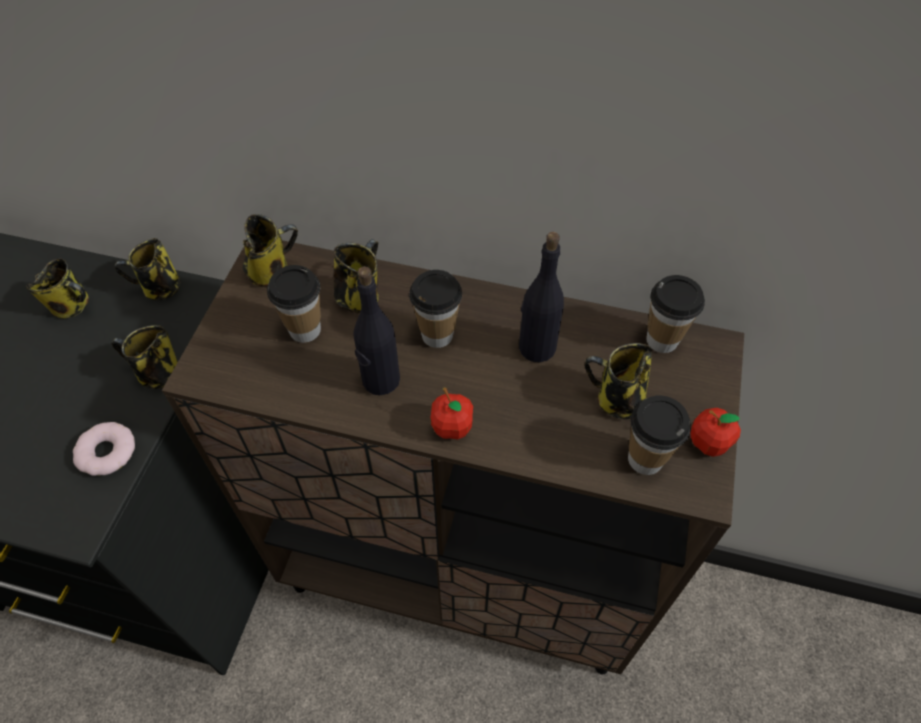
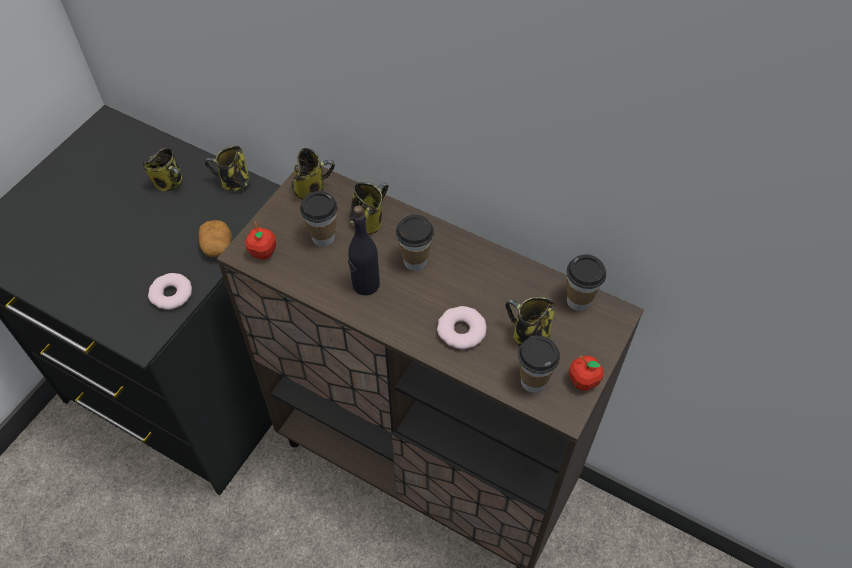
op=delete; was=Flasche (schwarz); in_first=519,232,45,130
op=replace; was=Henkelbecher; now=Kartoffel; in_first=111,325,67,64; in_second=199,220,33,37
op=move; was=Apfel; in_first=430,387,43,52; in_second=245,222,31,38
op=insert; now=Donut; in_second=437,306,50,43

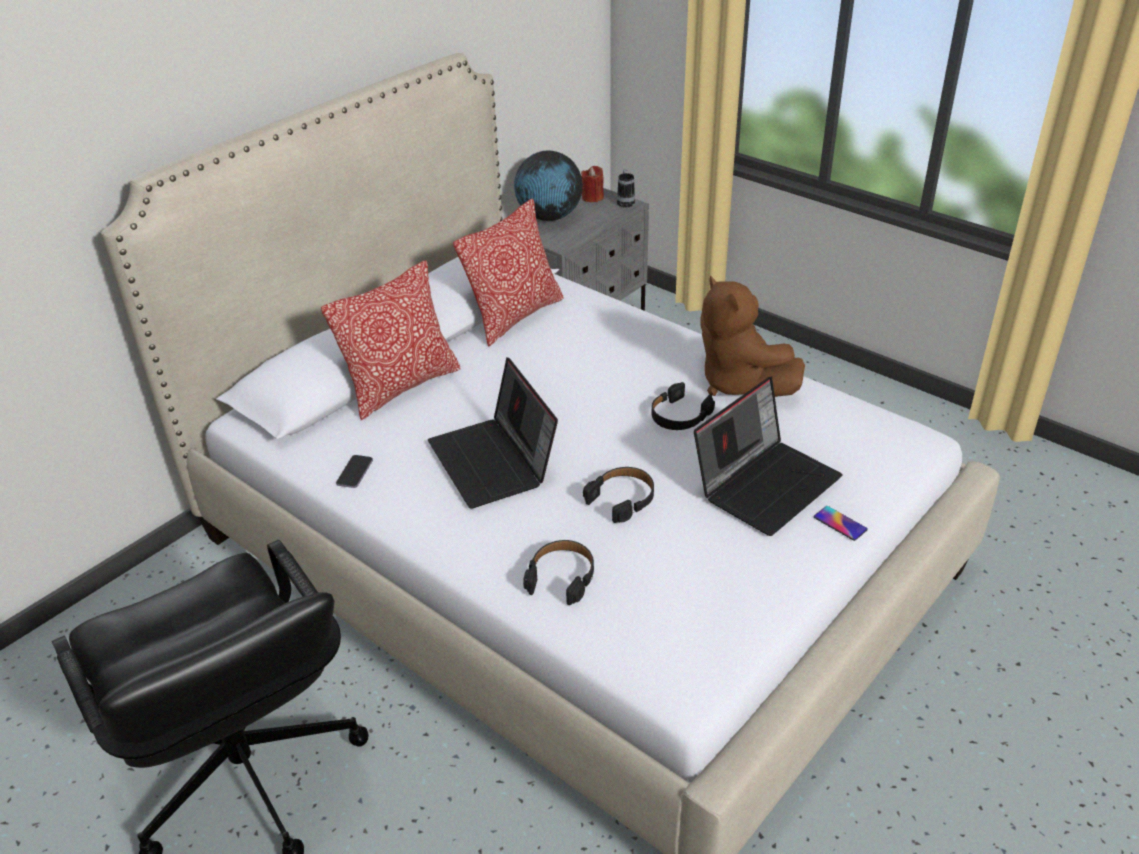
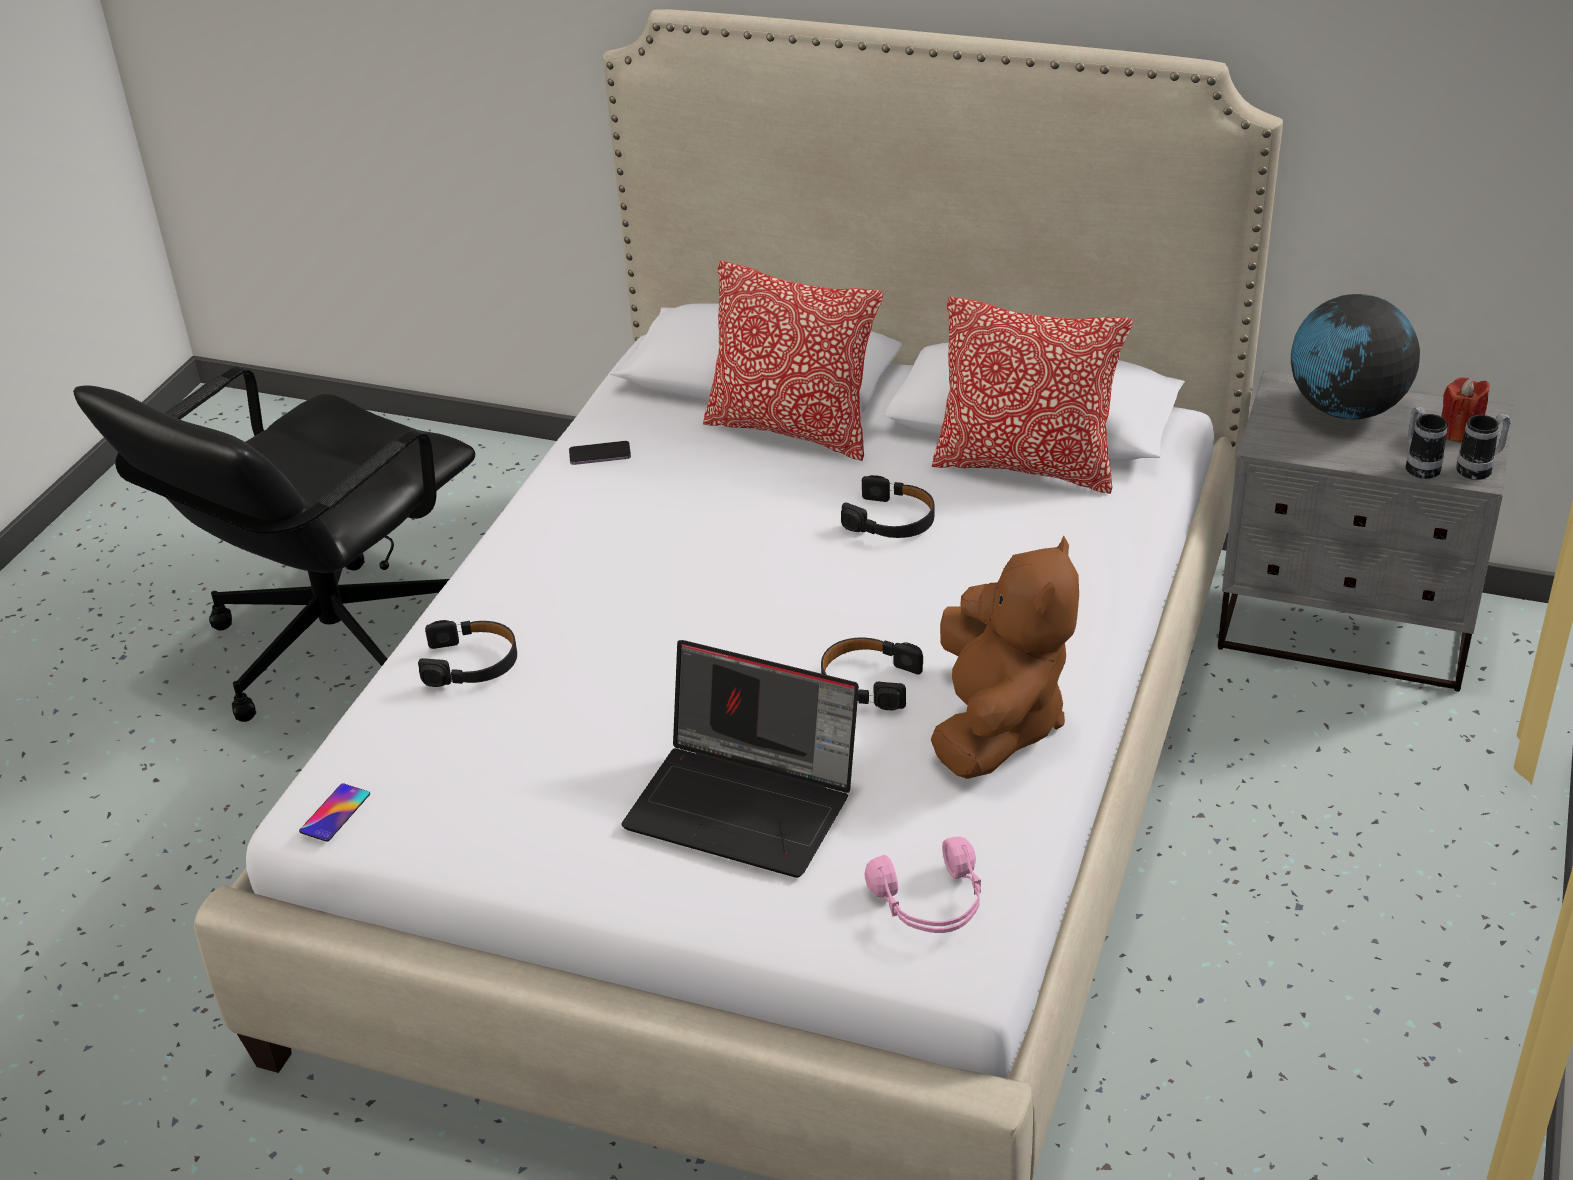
op=rotate; was=Plüschtier (braun); in_first=700,275,105,122; in_second=931,536,148,243; clockwise=150
op=delete; was=Laptop; in_first=428,357,130,152
op=move; was=Kopfhörer (schwarz); in_first=583,467,71,56; in_second=841,475,93,63
op=move; was=Handy; in_first=814,506,54,35; in_second=299,783,71,59
op=insert; now=Henkelbecher; in_second=1406,406,42,73
op=insert; now=Kopfhörer (rosa); in_second=865,837,116,96

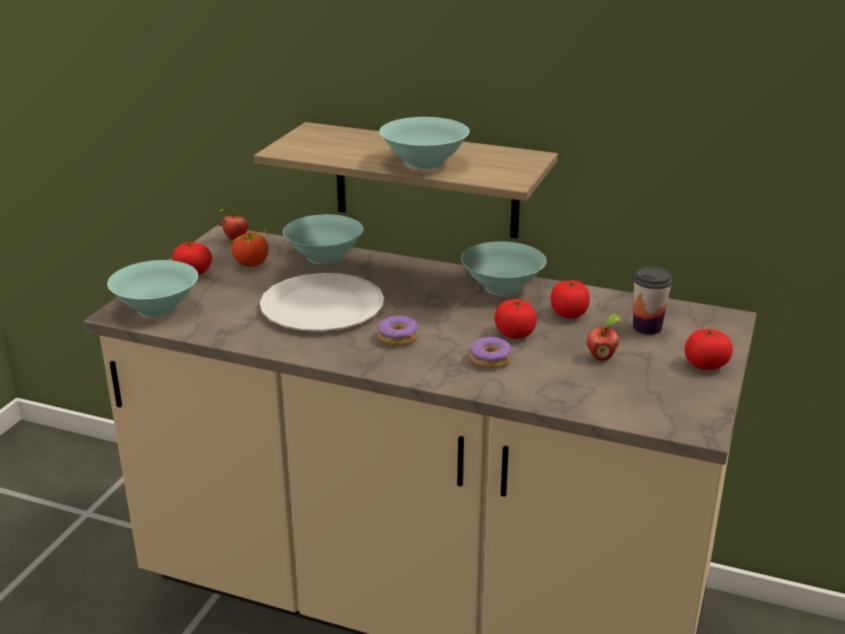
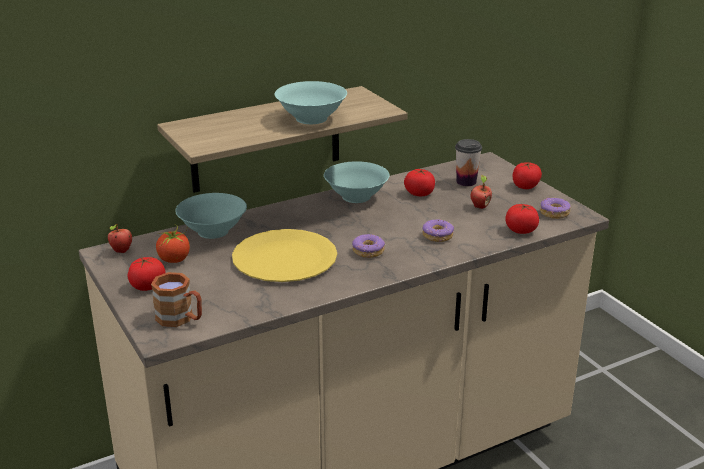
op=replace; was=Schüssel (türkis); now=Henkelbecher (braun); in_first=107,260,91,57; in_second=151,272,51,55
op=recolor; was=Teller (weiß); now=Teller (gelb); in_first=260,273,124,58; in_second=232,229,105,53
op=move; was=Tomate; in_first=495,299,42,40; in_second=505,204,34,30
op=insert; now=Donut; in_second=540,198,31,21

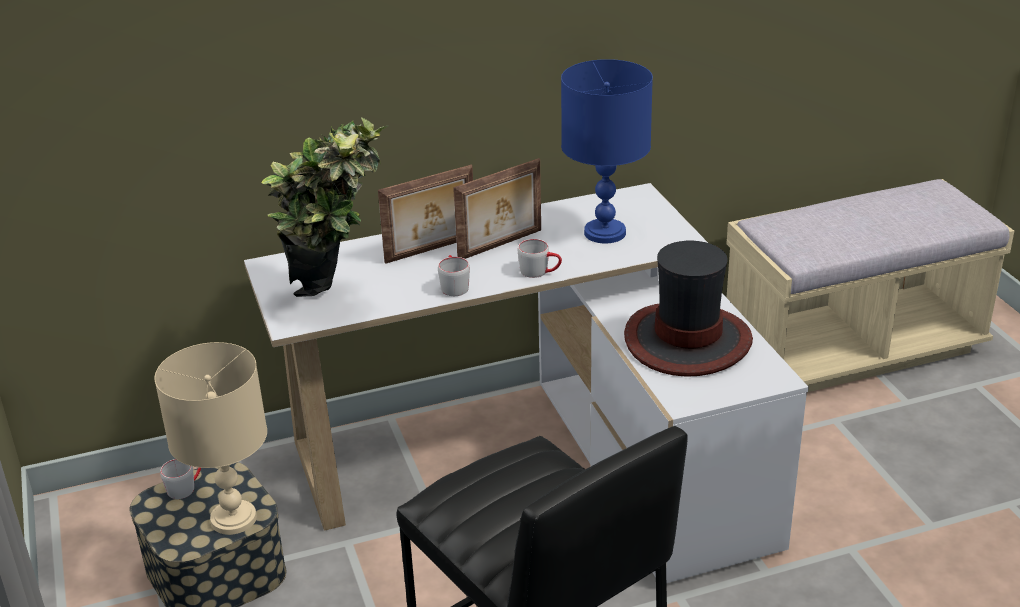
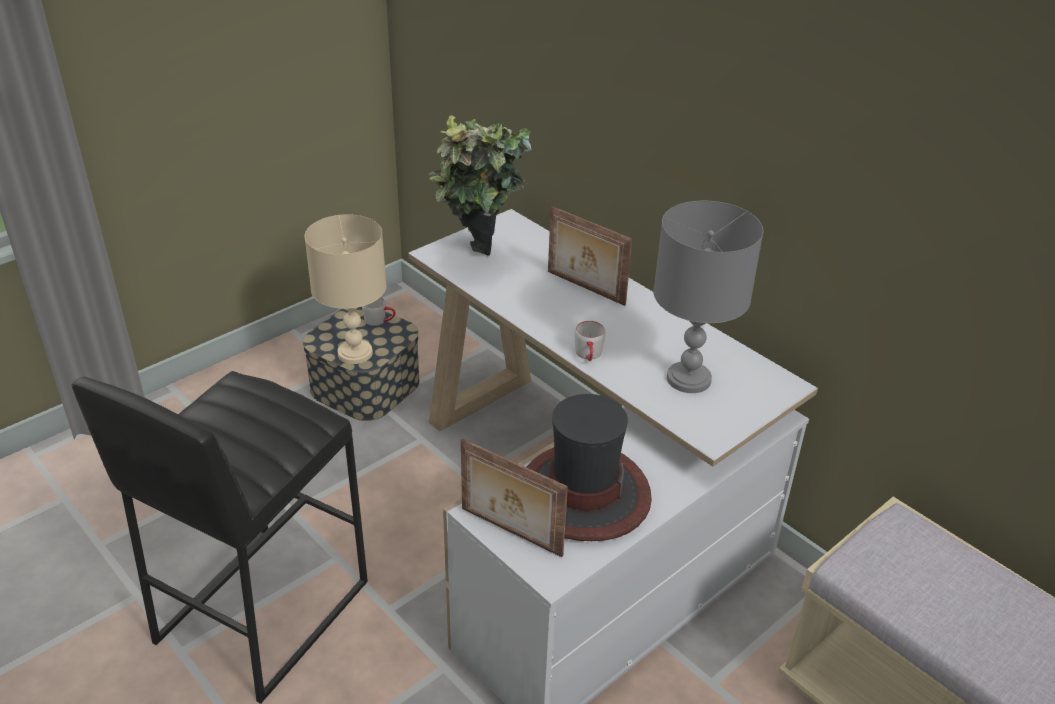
op=recolor; was=Tischlampe (blau); now=Tischlampe (grau); in_first=561,59,92,184; in_second=653,201,110,192
op=move; was=Bilderrahmen; in_first=453,158,88,101; in_second=461,438,107,119
op=delete; was=Henkelbecher (grau); in_first=438,255,32,41

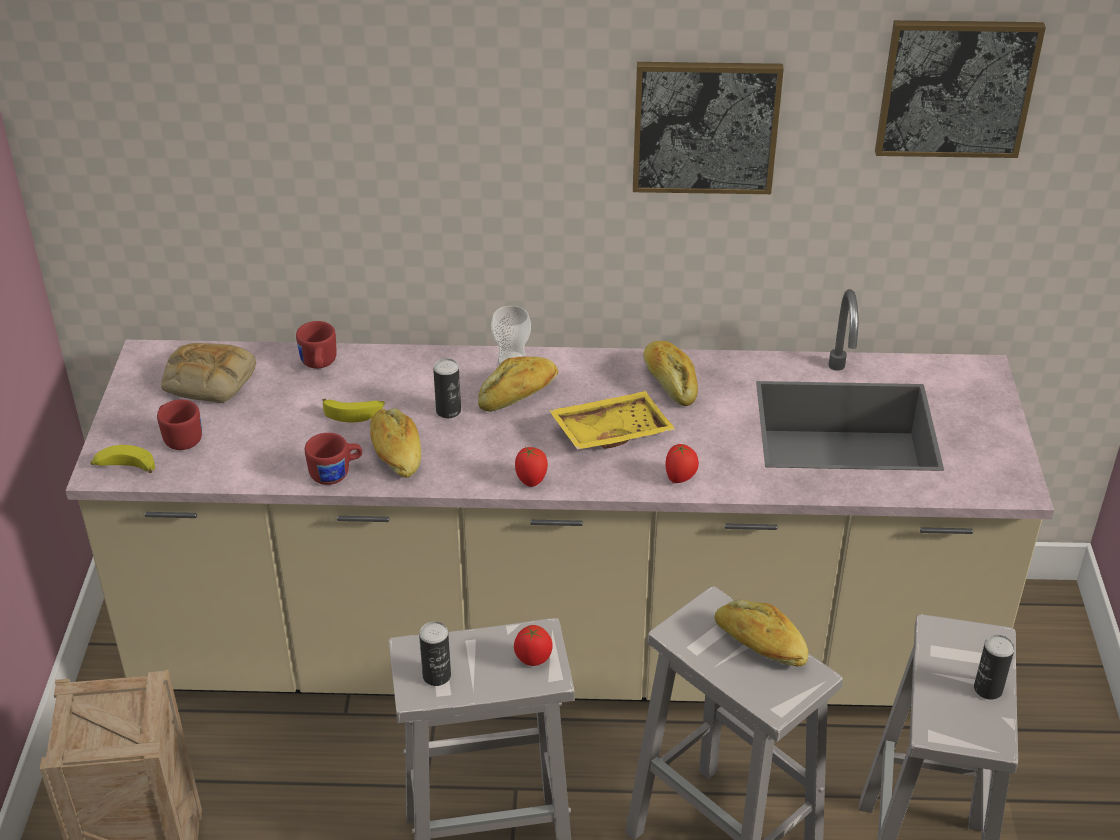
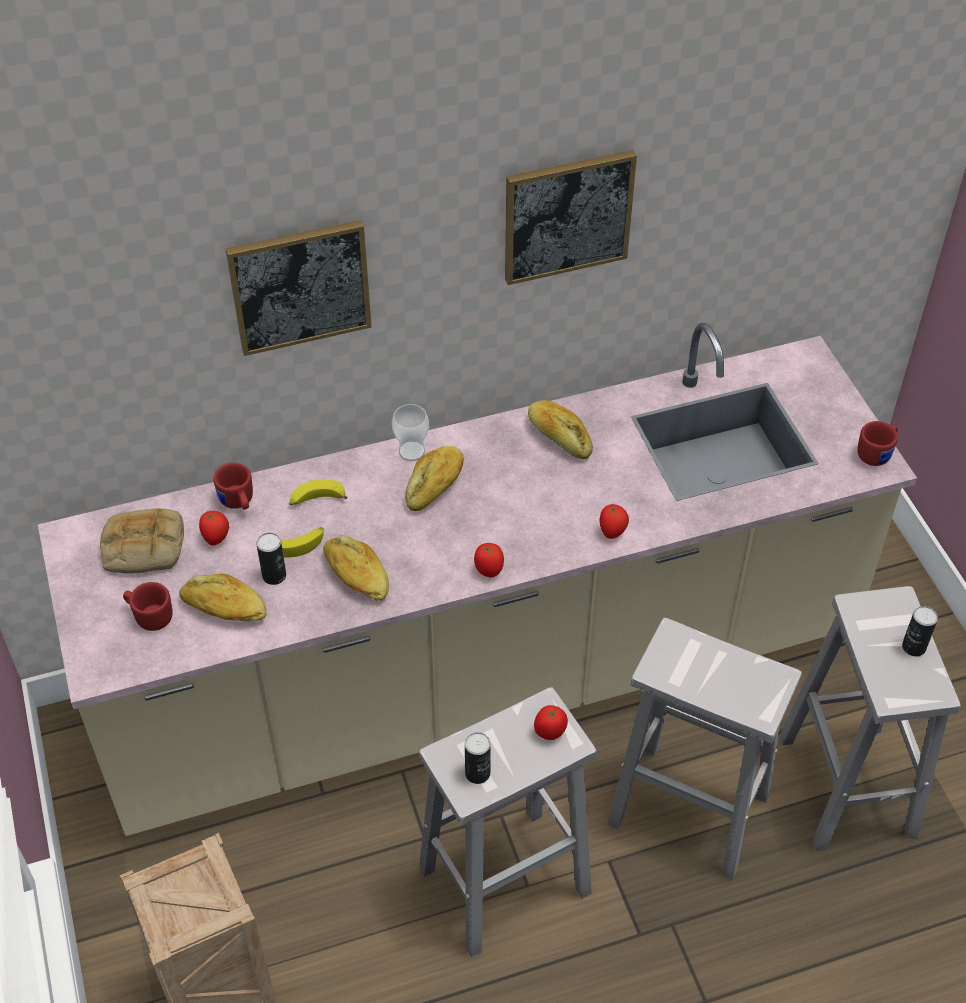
op=move; was=Bild; in_first=875,20,171,138; in_second=226,220,146,136
op=move; was=Dose; in_first=433,359,28,59; in_second=256,533,30,52
op=delete; was=Tablett (gelb); in_first=549,391,127,59
op=move; was=Henkelbecher (rot); in_first=305,433,57,52; in_second=857,421,41,45
op=move; was=Banane; in_first=90,445,65,28; in_second=289,479,59,26
op=move; was=Brot; in_first=714,600,94,66; in_second=179,573,87,49
op=insert; now=Tomate; in_second=199,511,30,35

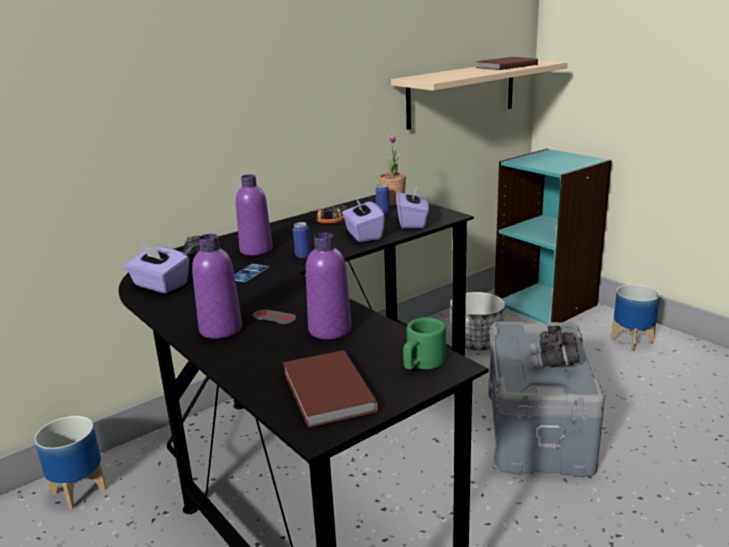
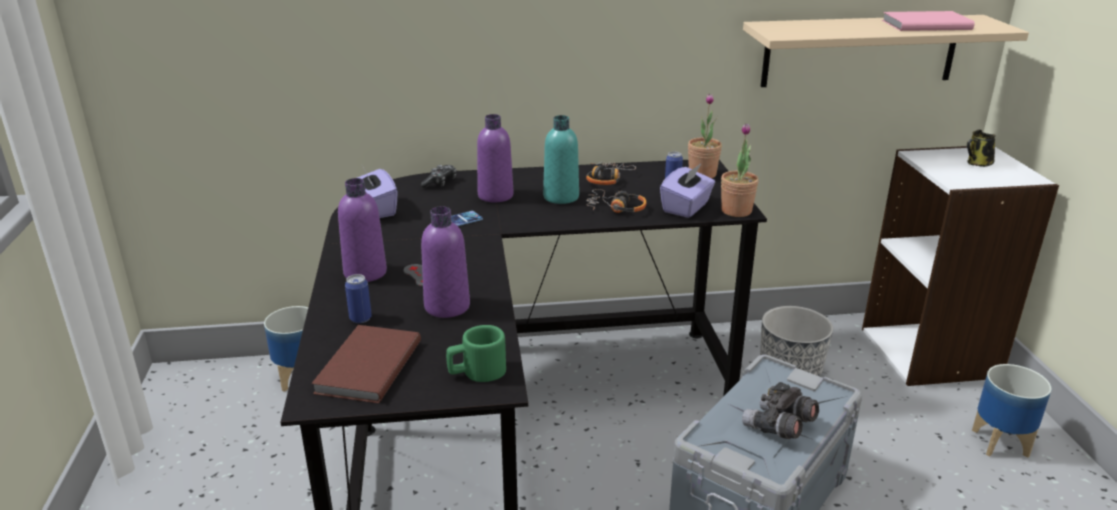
op=recolor; was=Buch (braun); now=Buch (rosa); in_first=476,57,62,13; in_second=882,11,93,20
op=recolor; was=Bücherregal (türkis); now=Bücherregal (weiß); in_first=494,149,118,175; in_second=862,146,197,240
op=replace; was=Taschentuchbox (lila); now=Kopfhörer; in_first=342,197,43,45; in_second=587,189,60,24
op=move; was=Dose; in_first=293,222,18,36; in_second=345,274,27,49
op=insert; now=Flasche (türkis); in_second=543,115,36,89
op=insert; now=Topfpflanze; in_second=721,123,38,94
op=insert; now=Henkelbecher; in_second=967,130,28,37

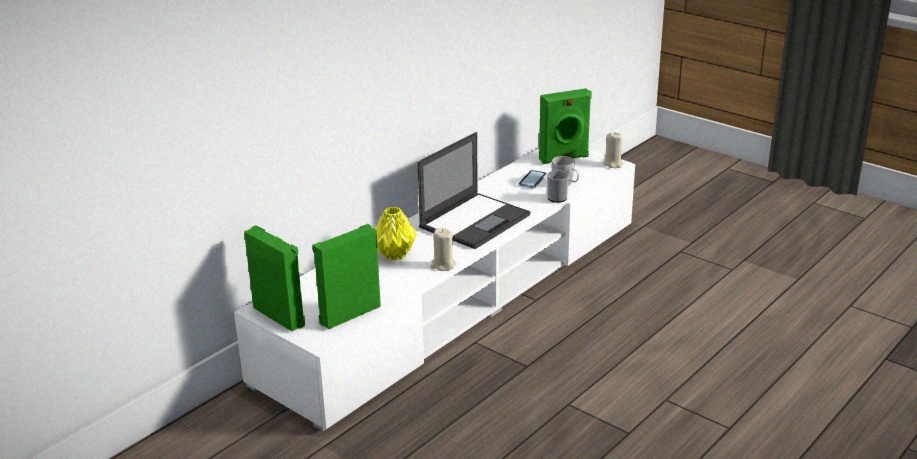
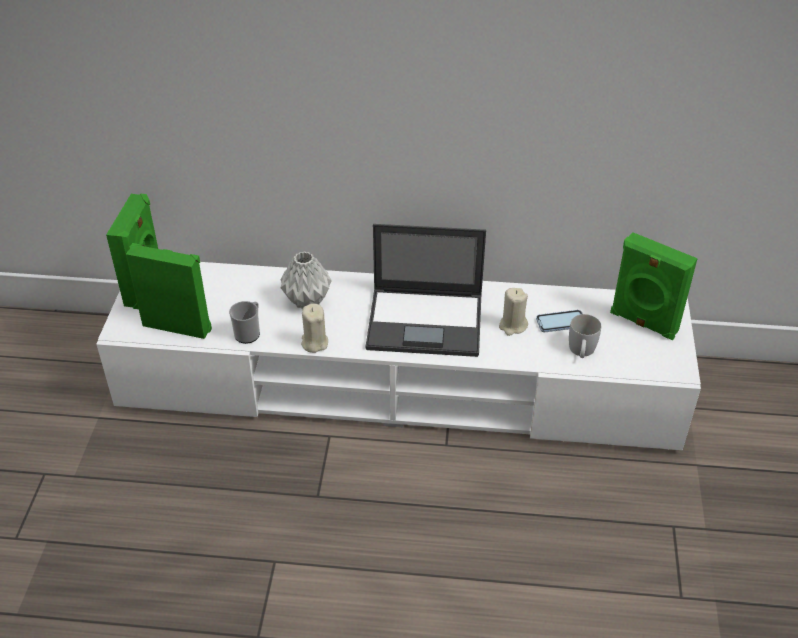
op=move; was=Kerze (beige); in_first=603,133,20,35; in_second=499,288,29,48
op=move; was=Henkelbecher; in_first=547,170,22,33; in_second=229,301,31,43
op=recolor; was=Vase (gelb); now=Vase (grau); in_first=375,207,42,54; in_second=280,251,52,59

